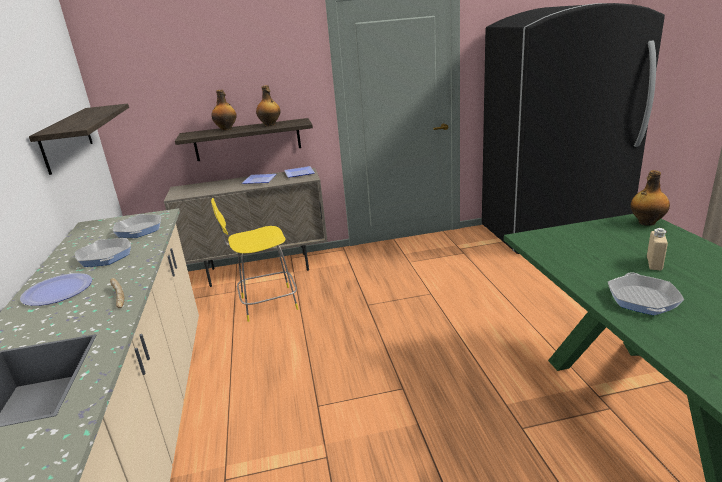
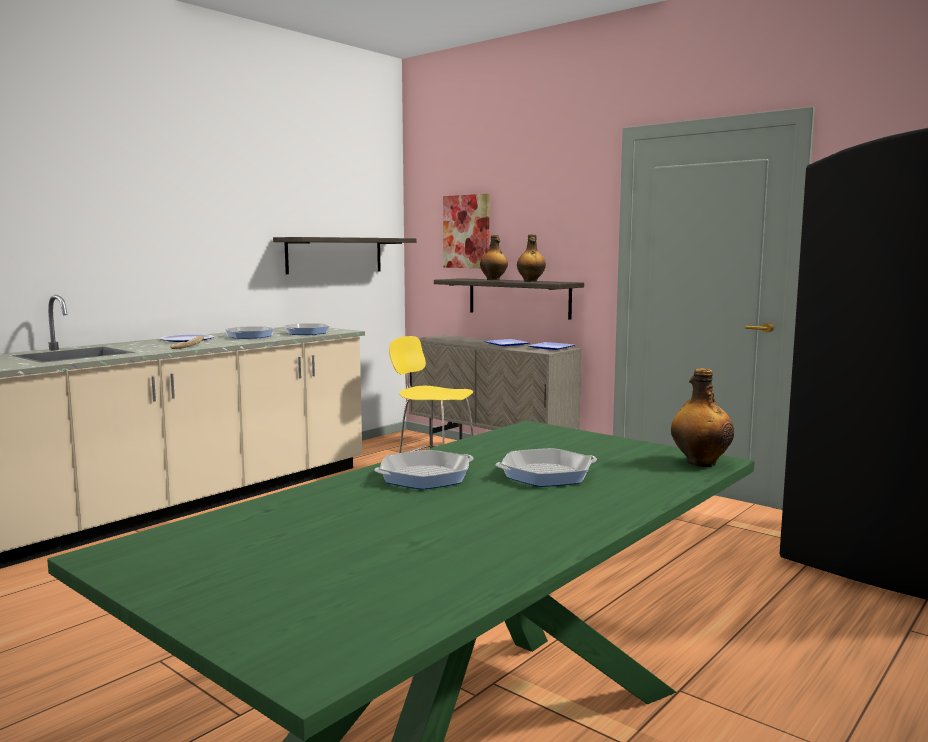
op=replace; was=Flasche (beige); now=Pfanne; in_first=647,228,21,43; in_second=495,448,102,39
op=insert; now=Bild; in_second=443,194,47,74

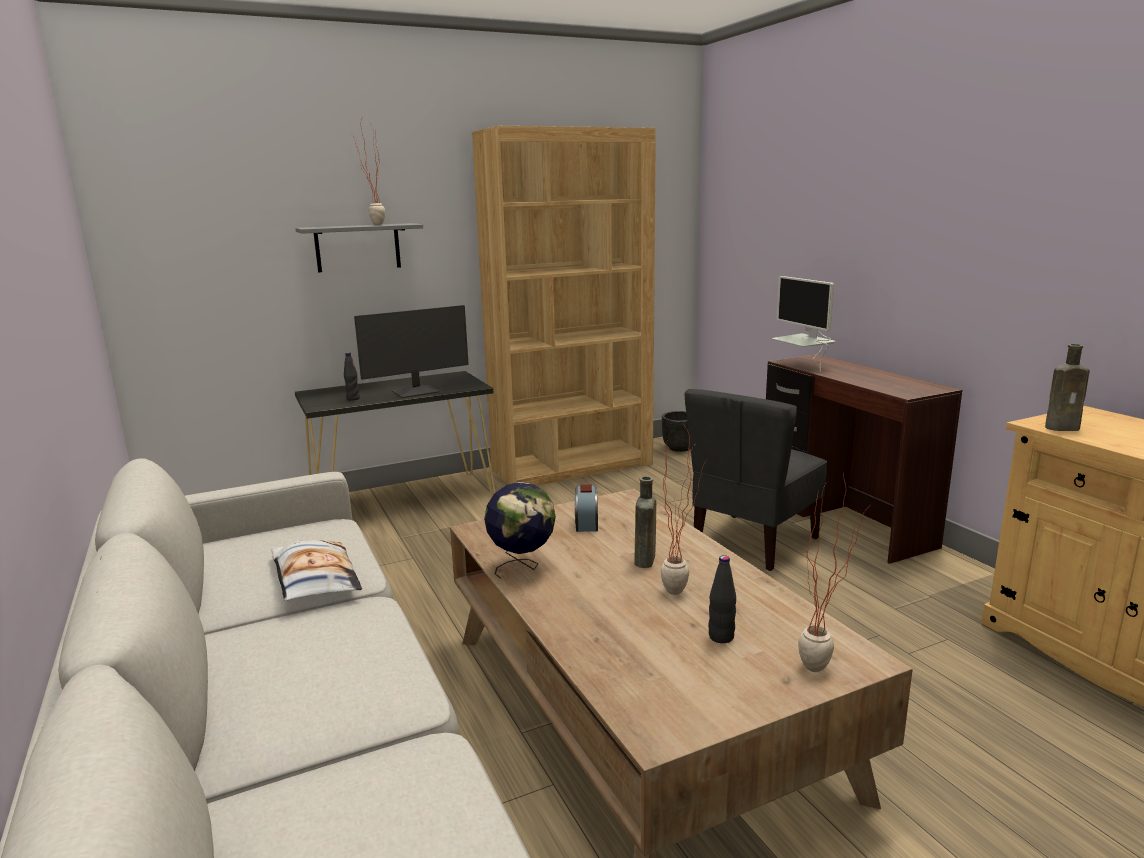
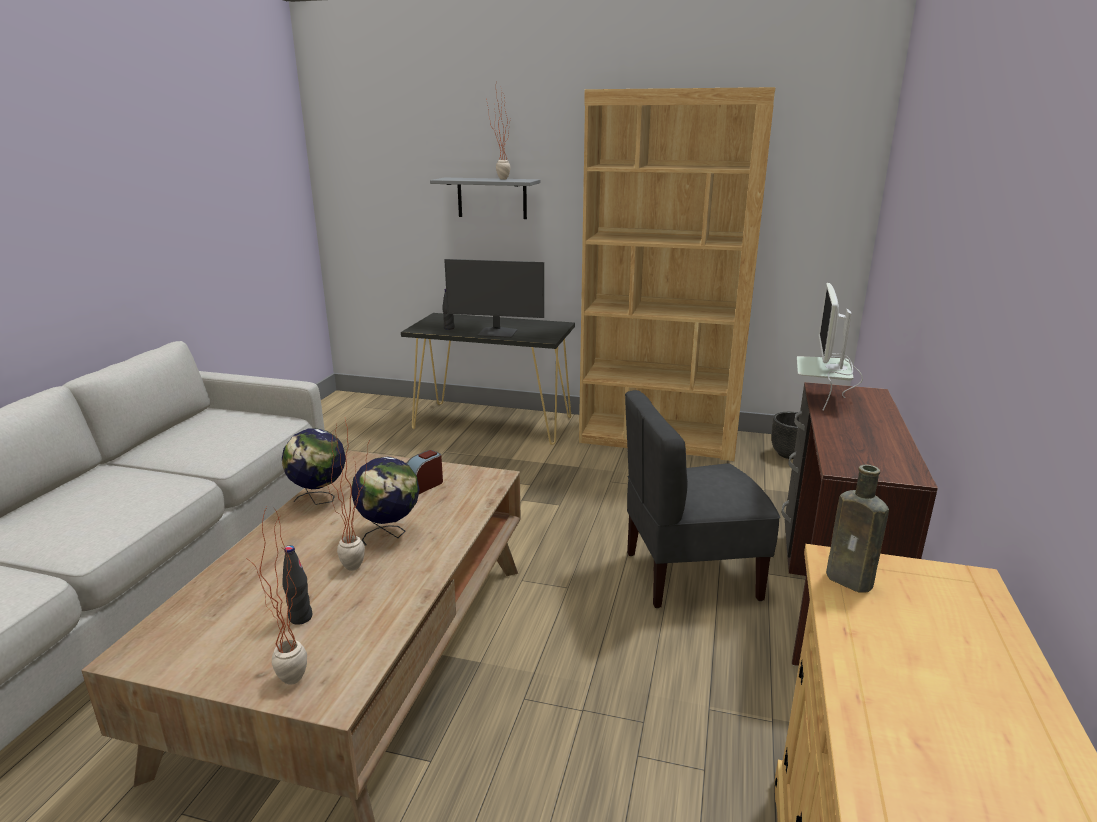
op=replace; was=Flasche (braun); now=Globus; in_first=635,476,21,92; in_second=351,457,69,89
op=delete; was=Kissen; in_first=271,540,91,61

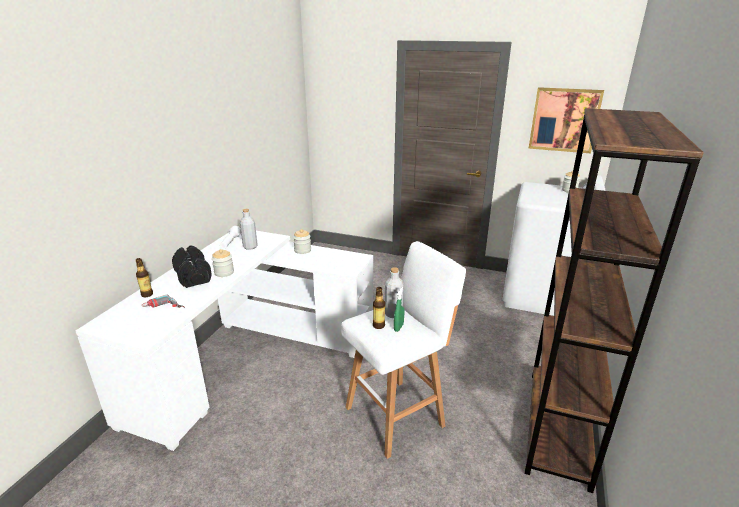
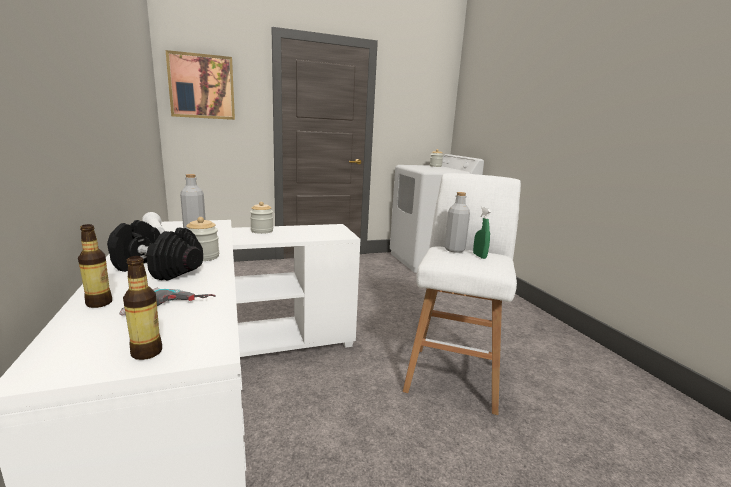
op=move; was=Bild; in_first=529,87,75,67; in_second=166,50,69,70
op=delete; was=Bücherregal (braun); in_first=525,108,179,385
op=move; was=Flasche; in_first=373,287,12,42; in_second=123,256,39,104

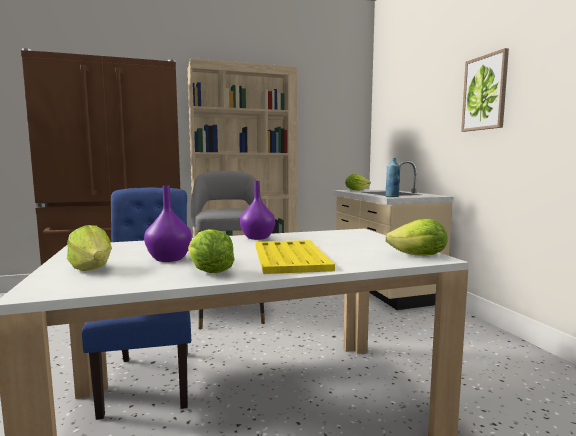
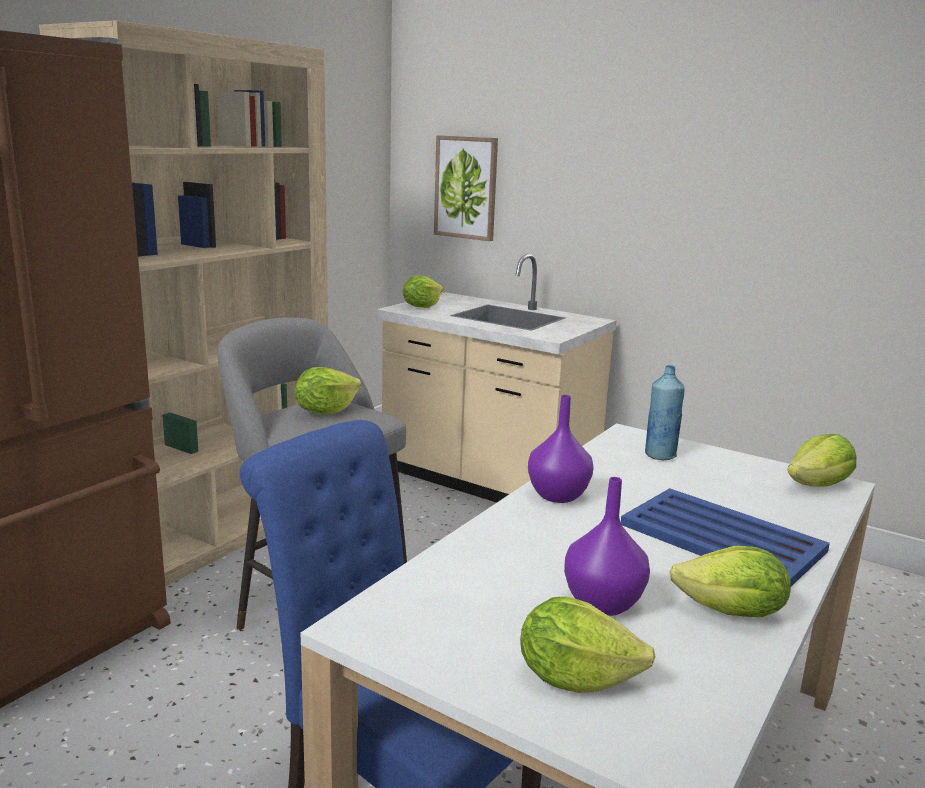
op=move; was=Bild; in_first=461,48,48,84; in_second=434,135,64,106
op=move; was=Flasche (blau); in_first=386,158,14,39; in_second=645,365,40,95
op=recolor; was=Tablett (gelb); now=Tablett (blau); in_first=256,240,79,34; in_second=621,488,209,98
op=insert; now=Salatkopf; in_second=295,367,66,47

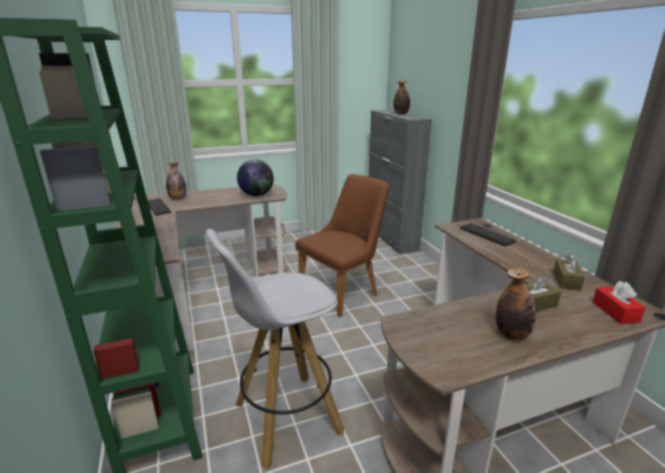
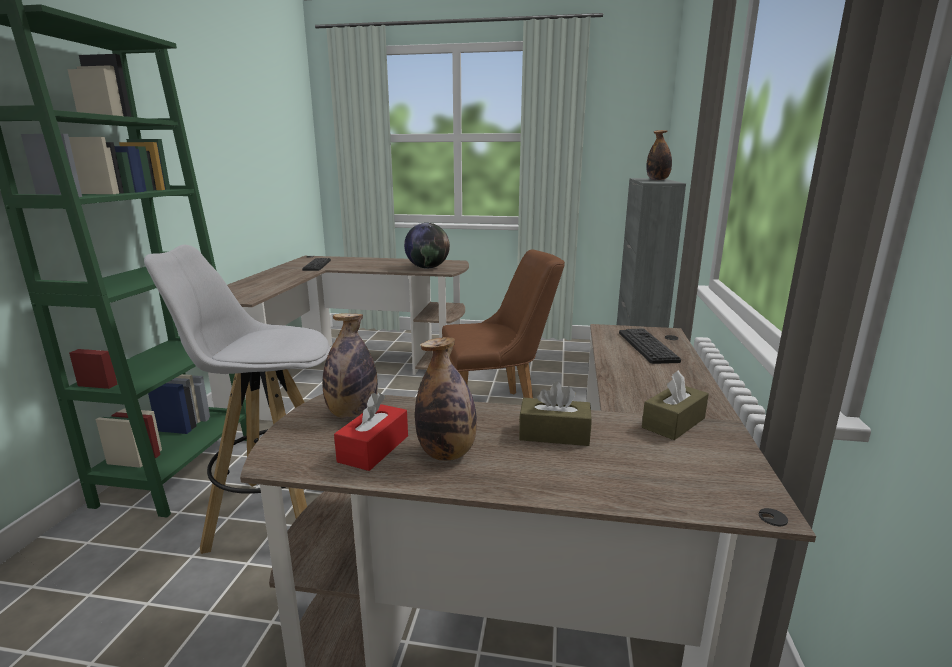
op=move; was=Flasche; in_first=166,162,20,38; in_second=322,313,56,105
op=move; was=Taschentuchbox (rot); in_first=593,281,53,43; in_second=334,393,74,78

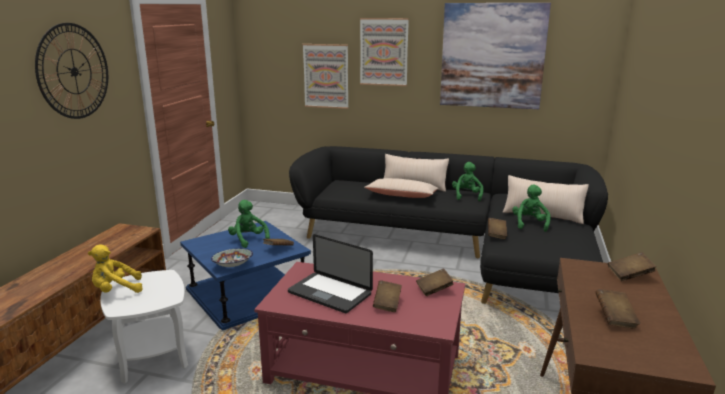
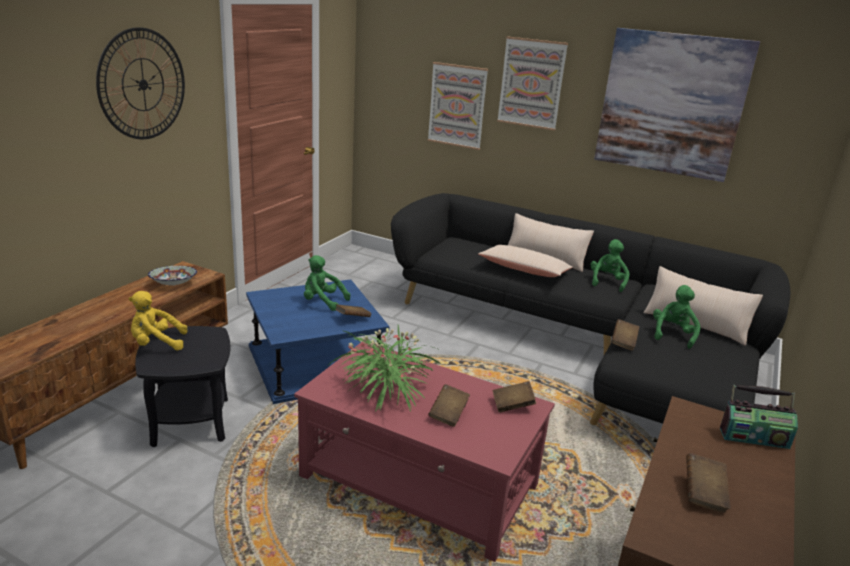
op=rotate; was=Plüschtier (grün); in_first=228,200,42,48; in_second=304,255,46,56; clockwise=-45
op=replace; was=Laptop; now=Topfpflanze; in_first=288,234,85,79; in_second=326,325,116,88
op=move; was=Schüssel; in_first=211,248,42,19; in_second=148,266,49,20
op=replace; was=Buch (braun); now=Radio; in_first=608,252,48,29; in_second=720,385,78,64
op=recolor; was=Beistelltisch (weiß); now=Beistelltisch (schwarz); in_first=100,270,88,113; in_second=135,326,95,121

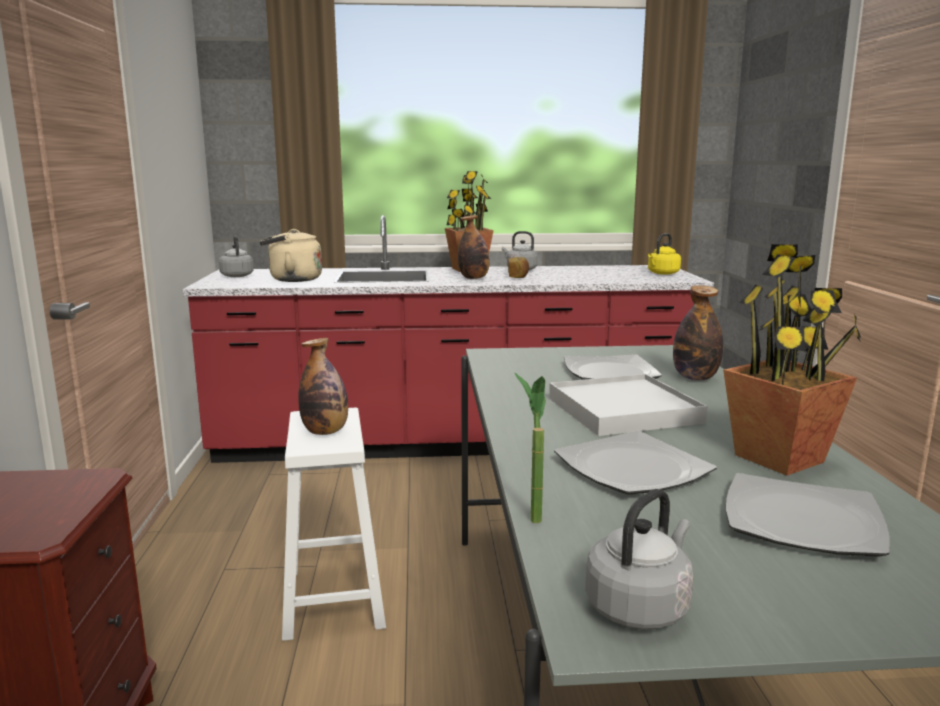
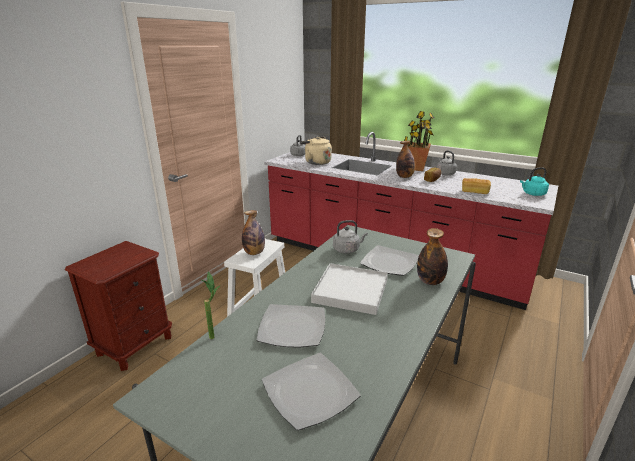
op=recolor; was=Wasserkessel (gelb); now=Wasserkessel (türkis); in_first=648,233,33,42; in_second=520,167,29,29
op=delete; was=Topfpflanze; in_first=723,244,138,232
op=move; was=Wasserkessel (grau); in_first=585,489,108,141; in_second=333,220,35,34
op=insert; now=Brot; in_second=462,178,29,16

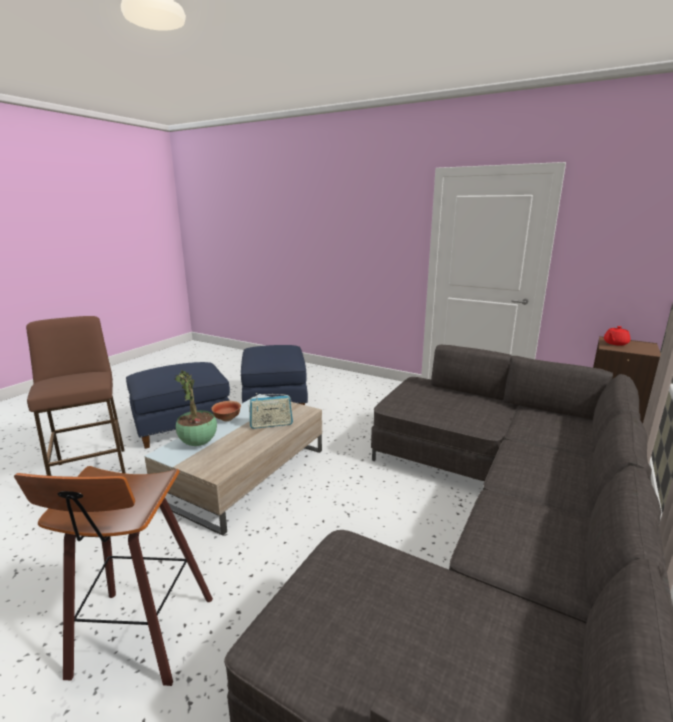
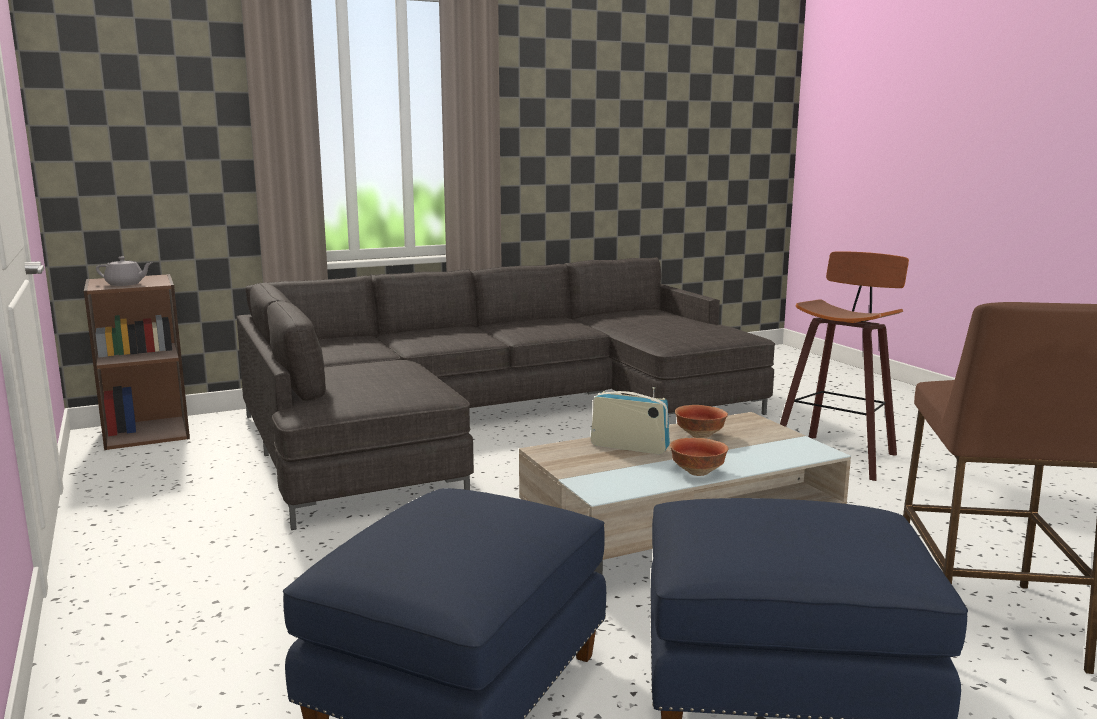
op=recolor; was=Teekanne (rot); now=Teekanne (grau); in_first=604,326,26,20; in_second=96,257,55,29
op=delete; was=Topfpflanze; in_first=175,370,42,76
op=insert; now=Schüssel; in_second=675,405,53,33

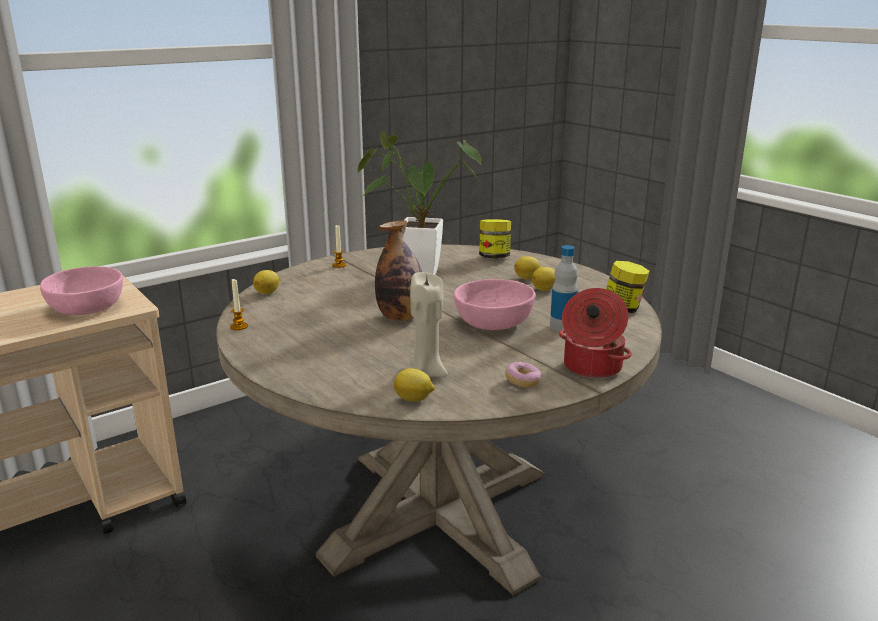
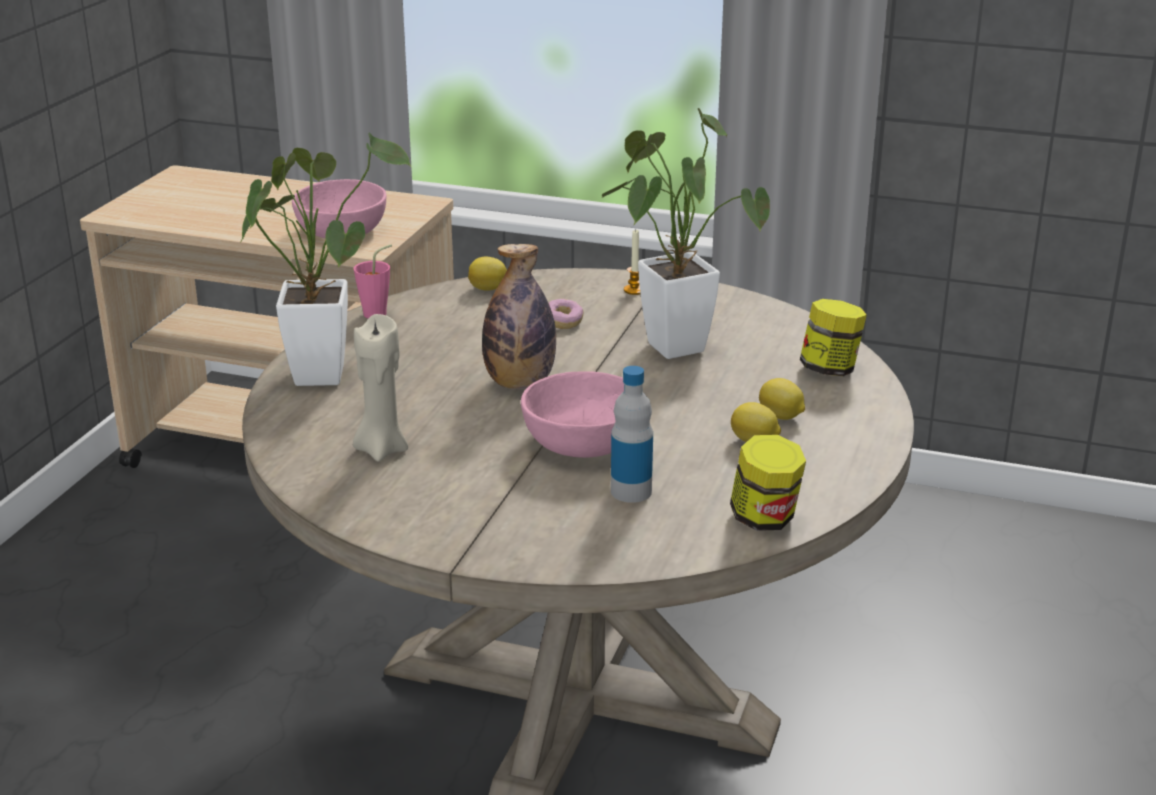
op=replace; was=Kerze; now=Tasse (rosa); in_first=230,279,18,51; in_second=353,244,39,74
op=delete; was=Kochtopf; in_first=559,288,73,91
op=move; was=Donut; in_first=505,362,36,26; in_second=549,299,34,30
op=delete; was=Zitrone; in_first=394,368,41,33
op=insert; now=Topfpflanze; in_second=240,132,171,254

